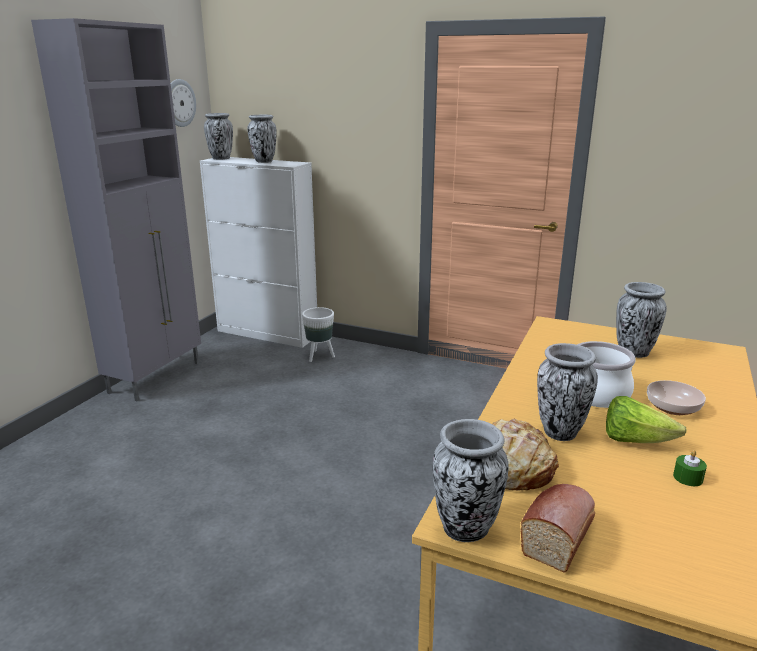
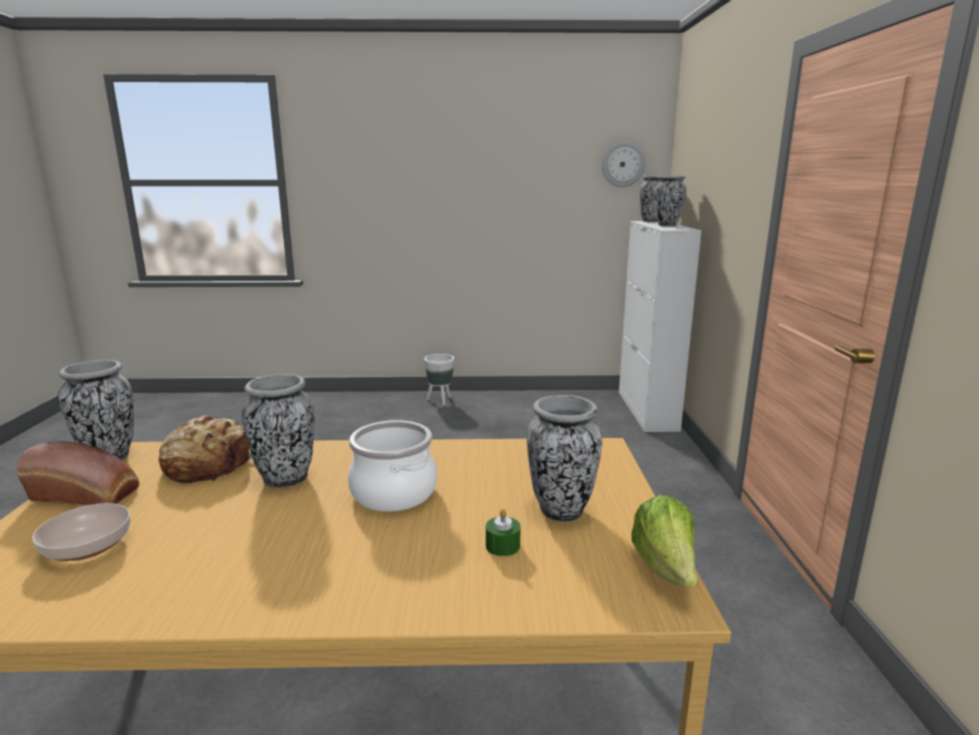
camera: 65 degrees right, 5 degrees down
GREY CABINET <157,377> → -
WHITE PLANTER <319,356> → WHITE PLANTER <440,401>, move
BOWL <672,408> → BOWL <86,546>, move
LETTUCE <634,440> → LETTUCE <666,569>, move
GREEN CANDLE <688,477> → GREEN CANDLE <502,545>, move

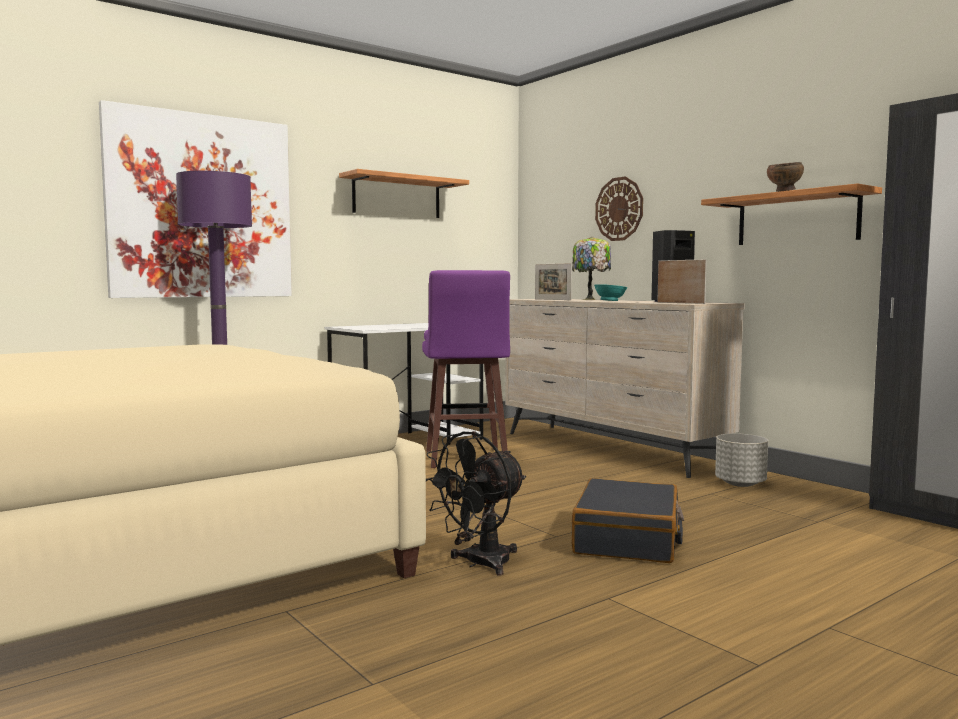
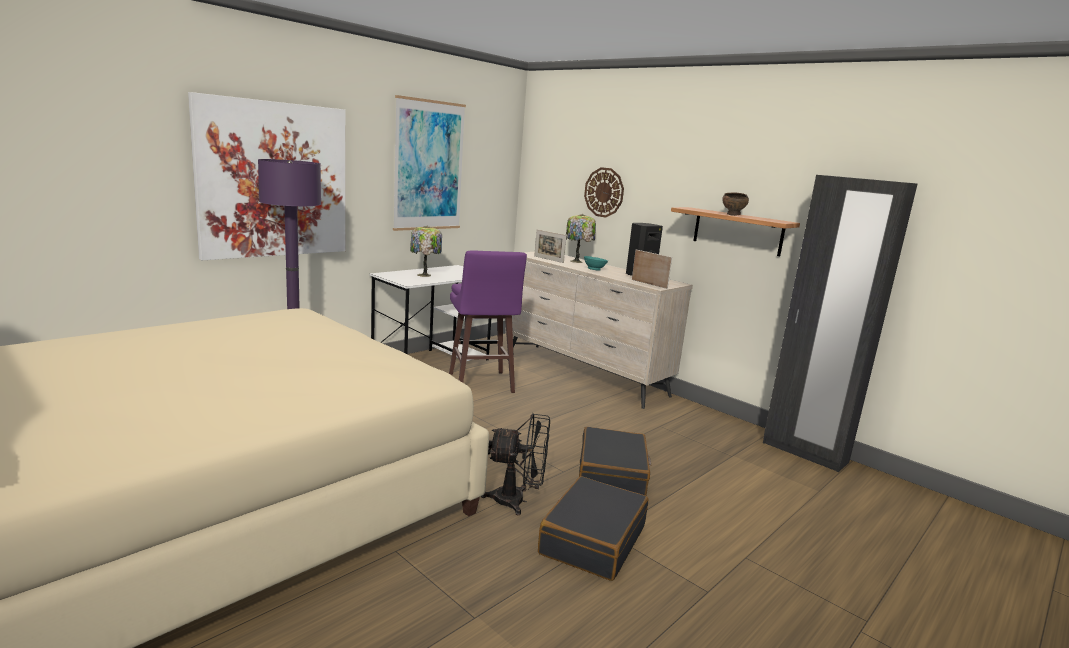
camera: 10 degrees left, 10 degrees up
SHELF <396,197> → PICTURE <428,166>
BLACK FAN <479,564> → BLACK FAN <517,501>, 120 degrees counterclockwise
GREY PLANTER <741,484> → -
- → TABLE LAMP <424,275>
- → BLACK SUITCASE <592,540>

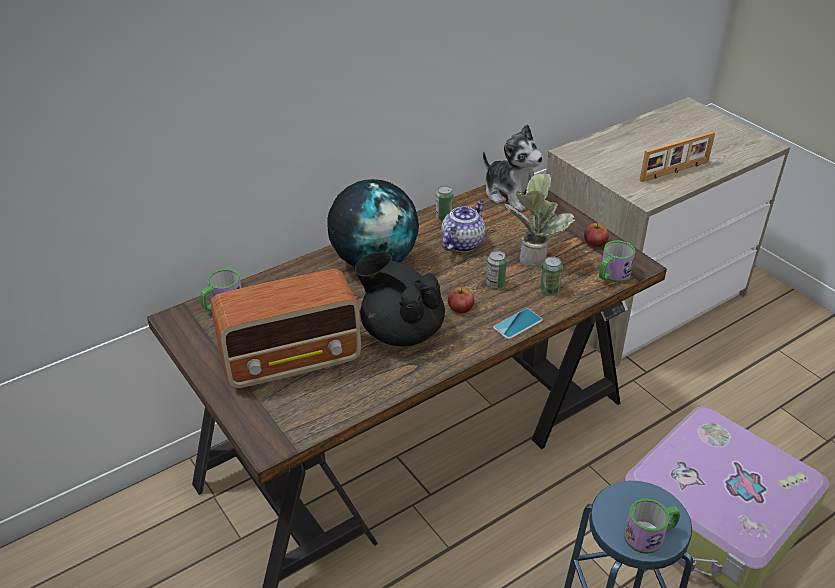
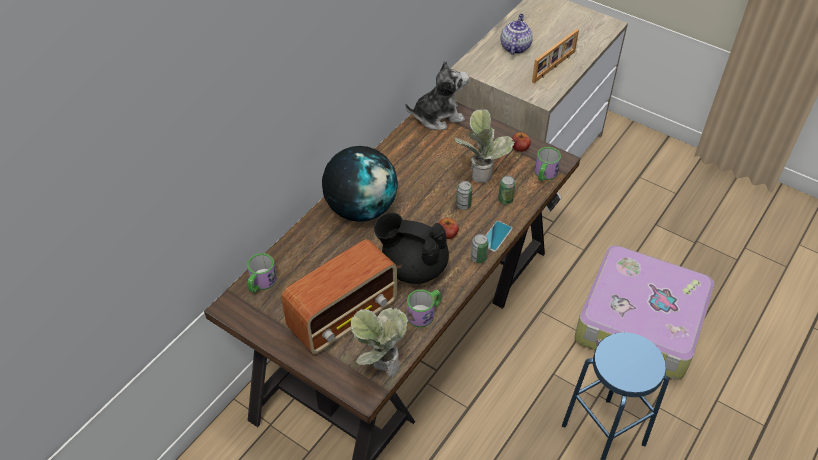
camera: 20 degrees left, 10 degrees up
PLUSH TOY <511,194> → PLUSH TOY <438,116>, 45 degrees counterclockwise
CAN <444,217> → CAN <478,258>, move
TEAPOT <462,243> → TEAPOT <515,47>, move
MUG <650,535> → MUG <424,313>, move
- → POTTED PLANT <379,365>

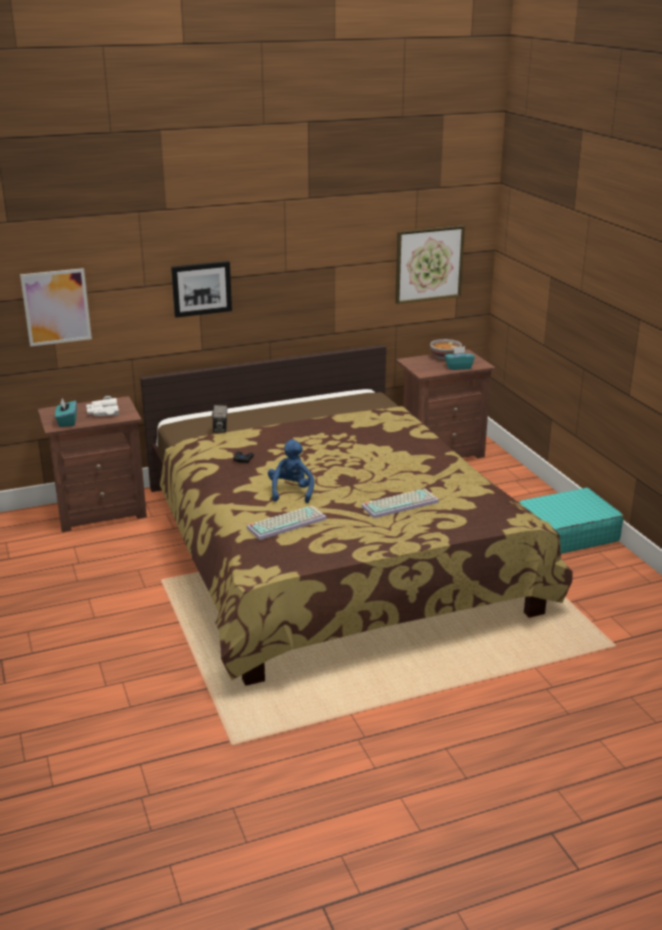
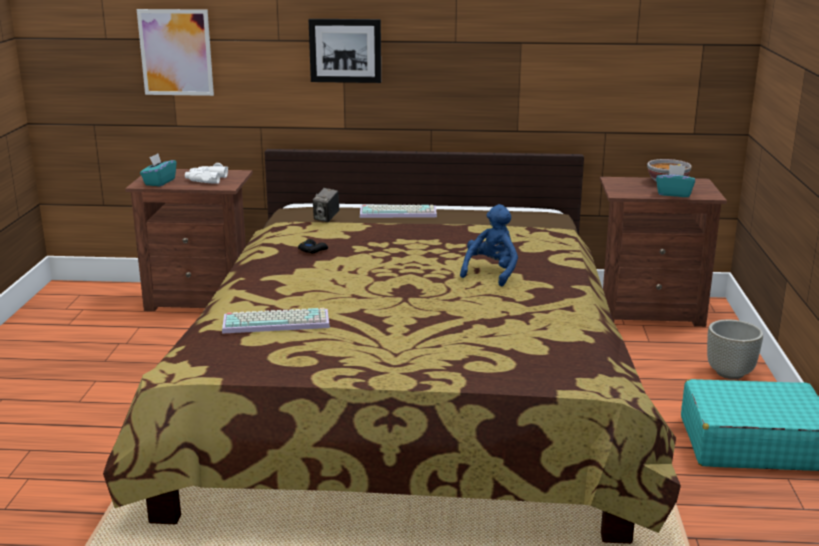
camera: 25 degrees right, 5 degrees down
PICTURE <428,264> → -
BLUE PLUSH TOY <291,492> → BLUE PLUSH TOY <491,272>, move
KEYBOARD <400,503> → KEYBOARD <399,212>, move
- → GREY PLANTER <729,373>

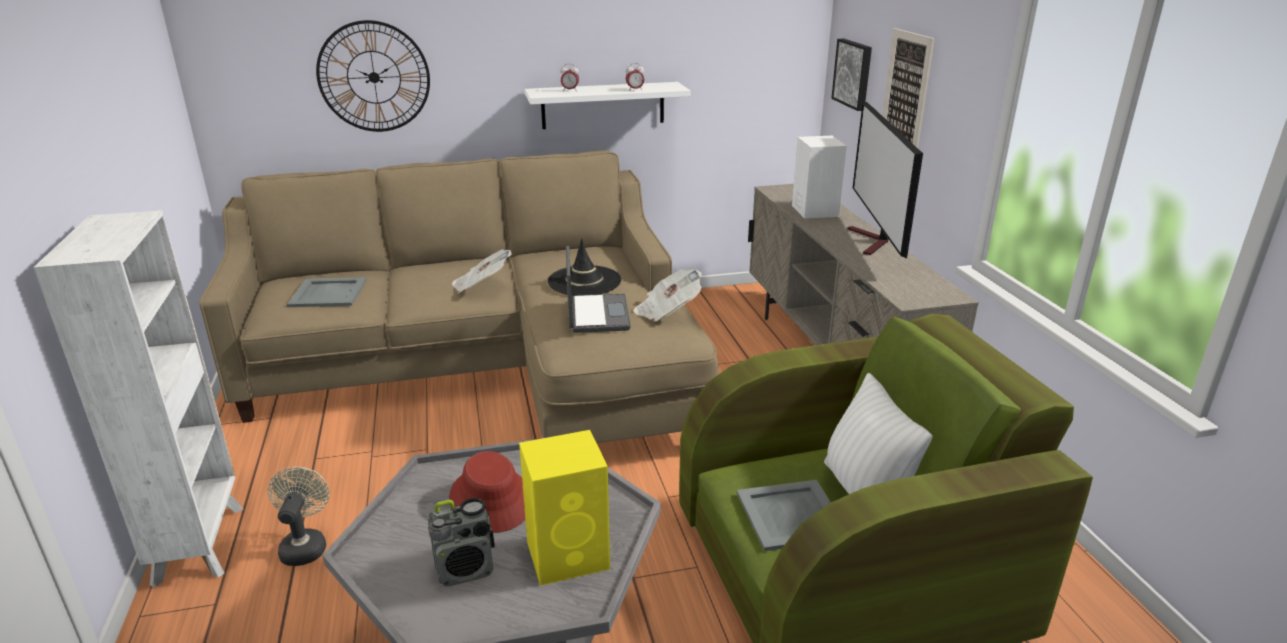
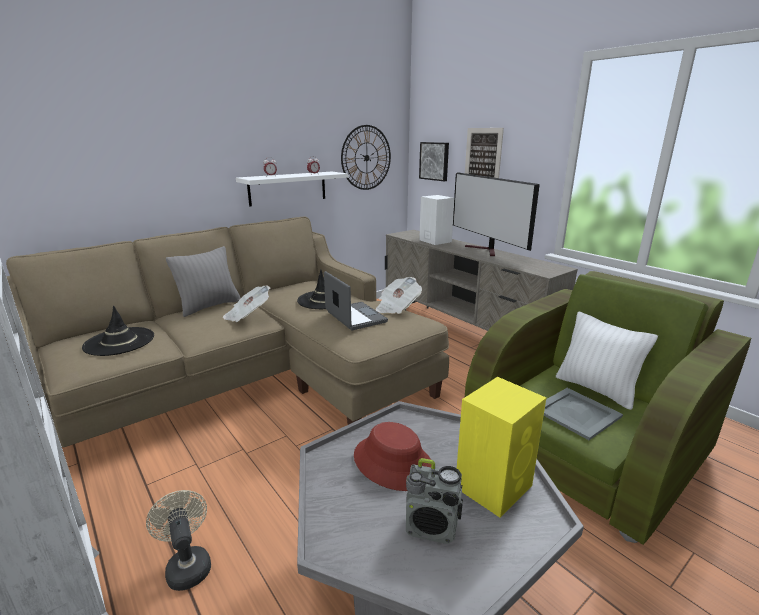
camera: 25 degrees left, 5 degrees down
WALL CLOCK <374,77> → WALL CLOCK <366,158>, move
GREY TRAY <329,293> → BLACK HAT <119,341>
RADIO <466,570> → RADIO <432,527>, 60 degrees clockwise
- → GREY PILLOW <209,306>

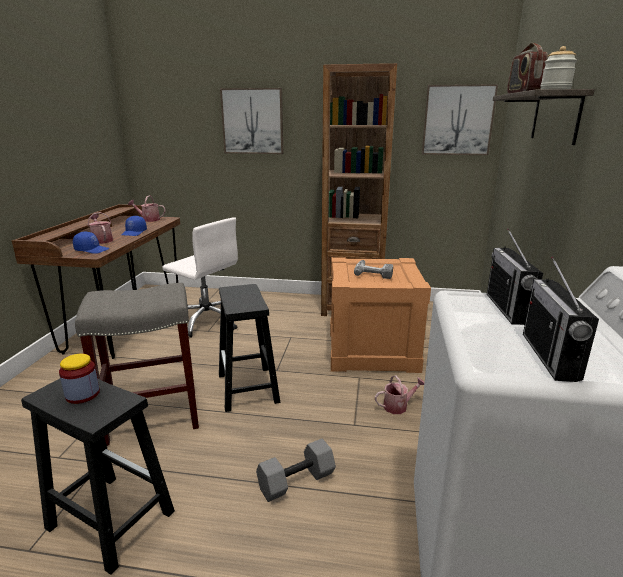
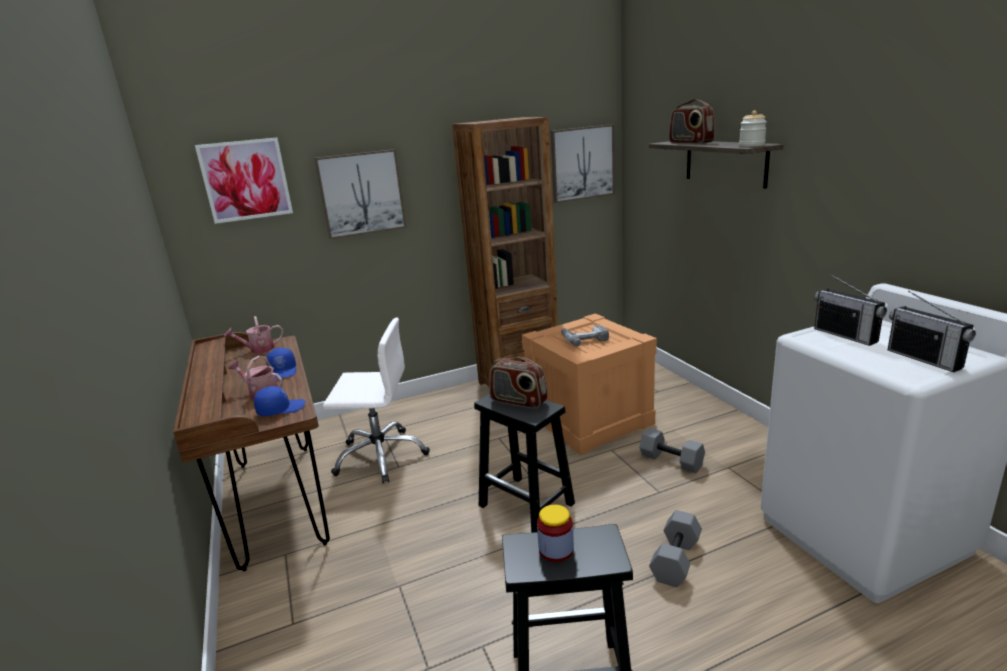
camera: 30 degrees left, 0 degrees up
GREY STOOL <151,417> → -
WATERING CAN <398,406> → GREY DUMBBELL <672,460>
- → PICTURE <246,180>
- → RADIO <518,401>

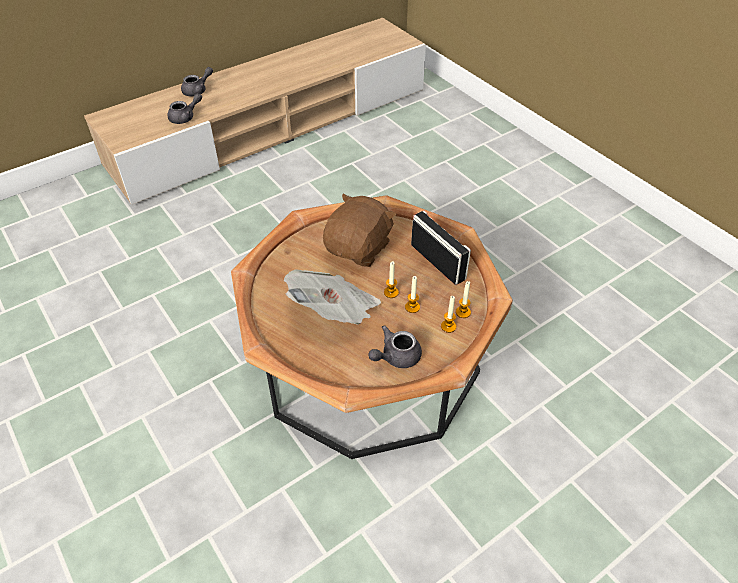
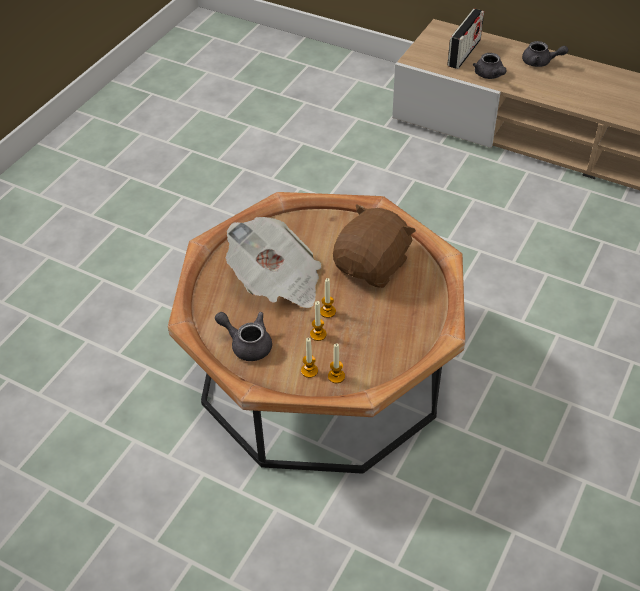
camera: 65 degrees right, 0 degrees up
GREY TEAPOT <185,117> → GREY TEAPOT <489,75>, 45 degrees clockwise
BROWN PLUSH TOY <359,248> → BROWN PLUSH TOY <372,266>, 60 degrees counterclockwise
RADIO <438,261> → RADIO <464,53>, move

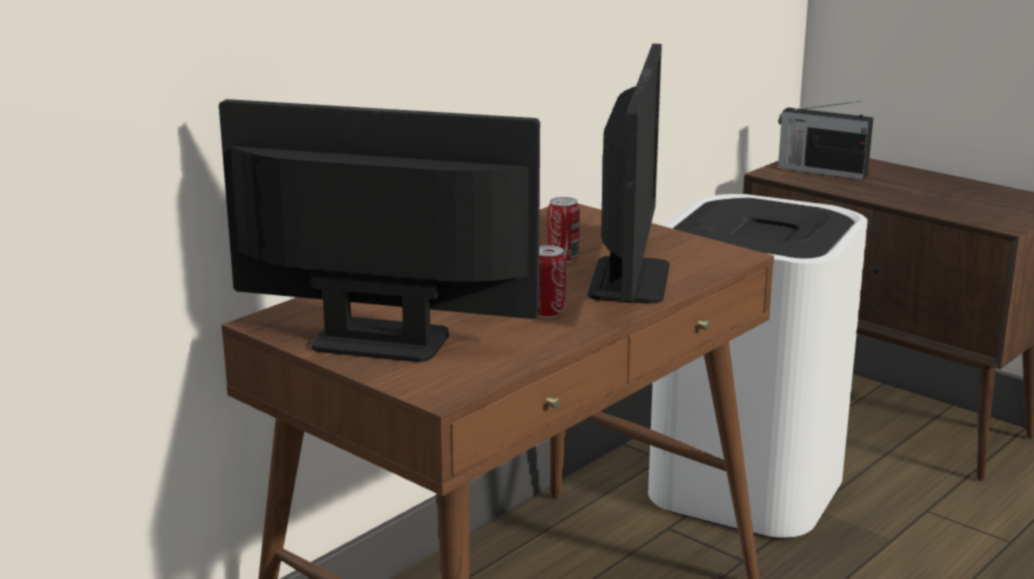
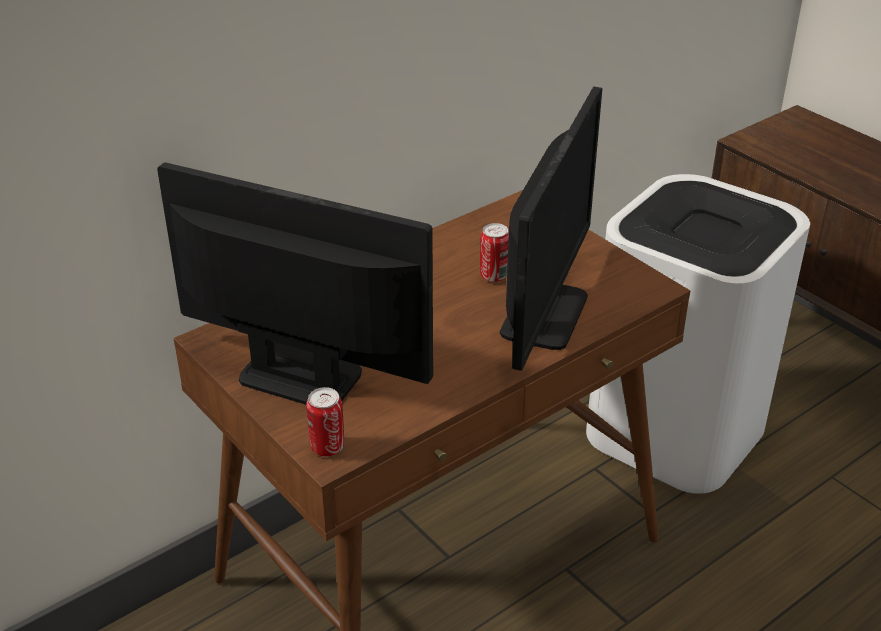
camera: 10 degrees right, 15 degrees up
RADIO <820,171> → -
CAN <547,313> → CAN <327,447>, move

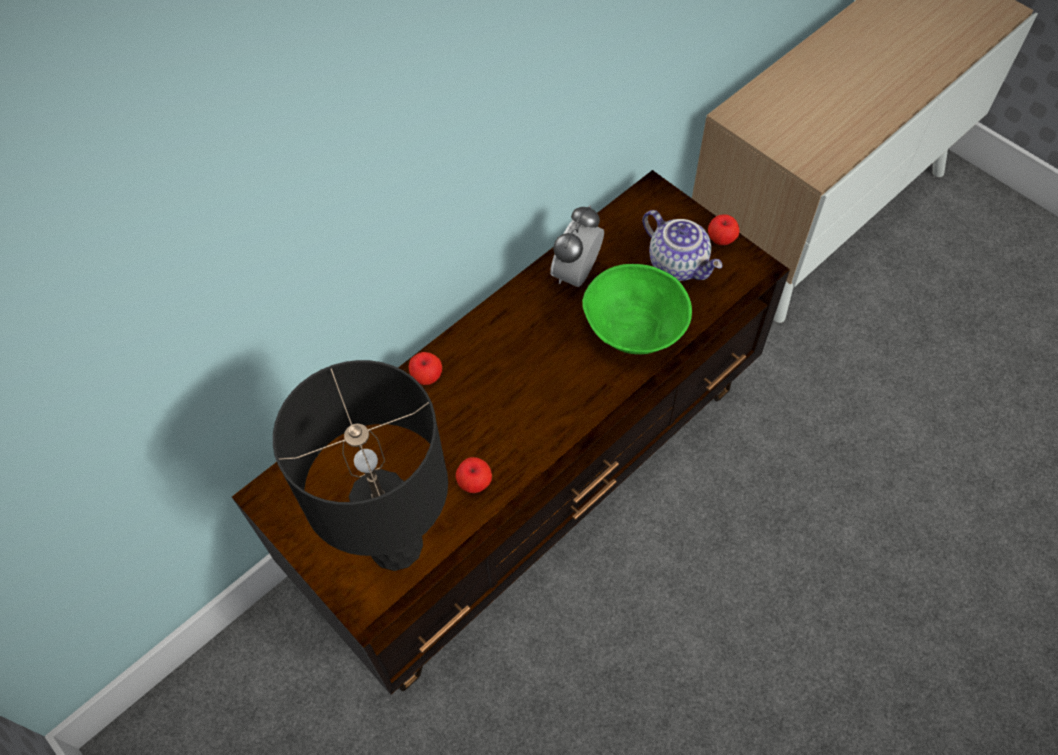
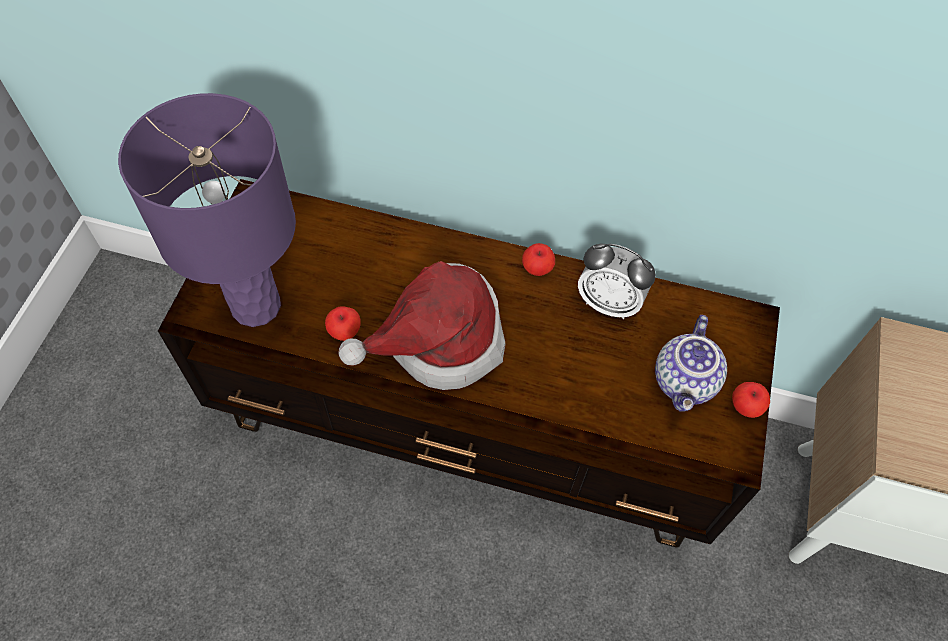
camera: 55 degrees right, 0 degrees up
ALARM CLOCK <576,274> → ALARM CLOCK <608,302>, 150 degrees counterclockwise
GREEN BOWL <633,330> → -
APPLE <427,376> → APPLE <537,268>, move
BLACK TABLE LAMP <395,546> → PURPLE TABLE LAMP <255,305>
- → HAT <438,341>

